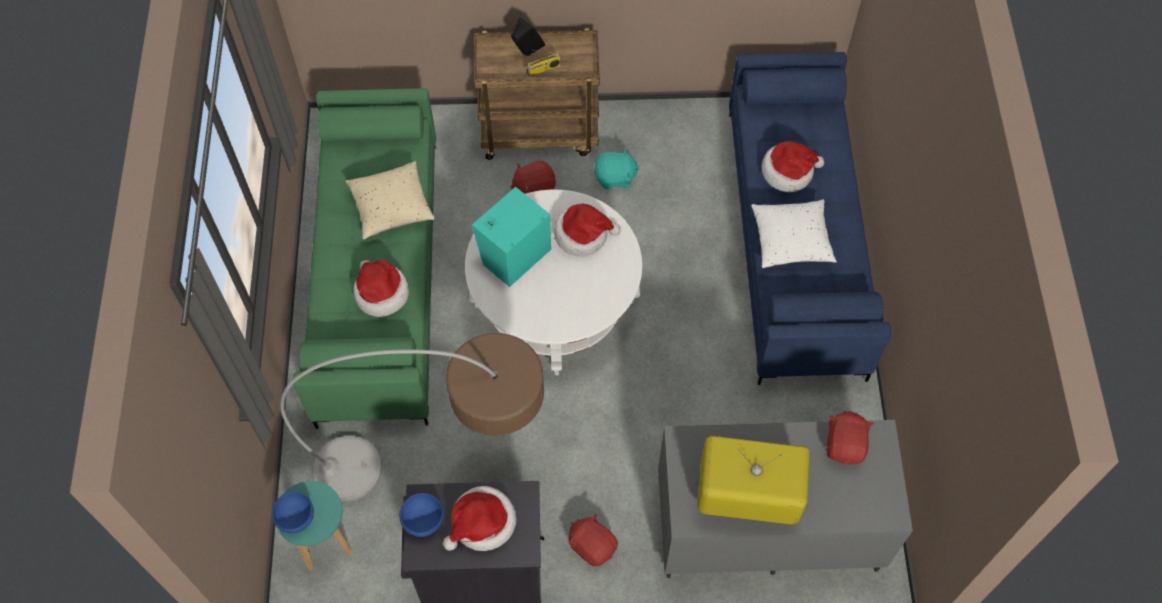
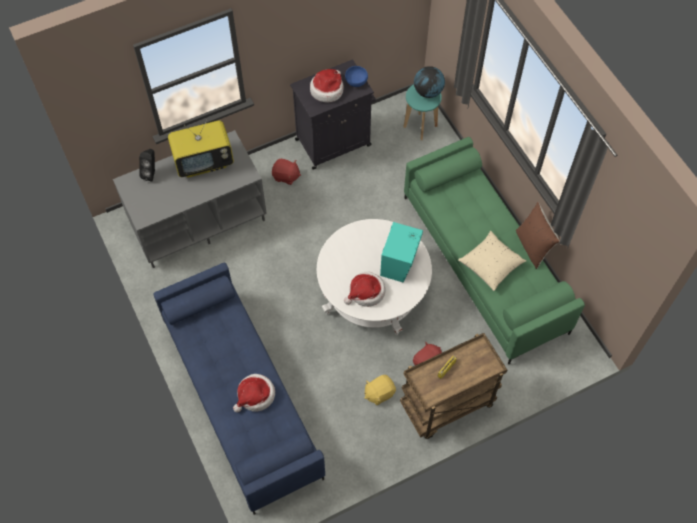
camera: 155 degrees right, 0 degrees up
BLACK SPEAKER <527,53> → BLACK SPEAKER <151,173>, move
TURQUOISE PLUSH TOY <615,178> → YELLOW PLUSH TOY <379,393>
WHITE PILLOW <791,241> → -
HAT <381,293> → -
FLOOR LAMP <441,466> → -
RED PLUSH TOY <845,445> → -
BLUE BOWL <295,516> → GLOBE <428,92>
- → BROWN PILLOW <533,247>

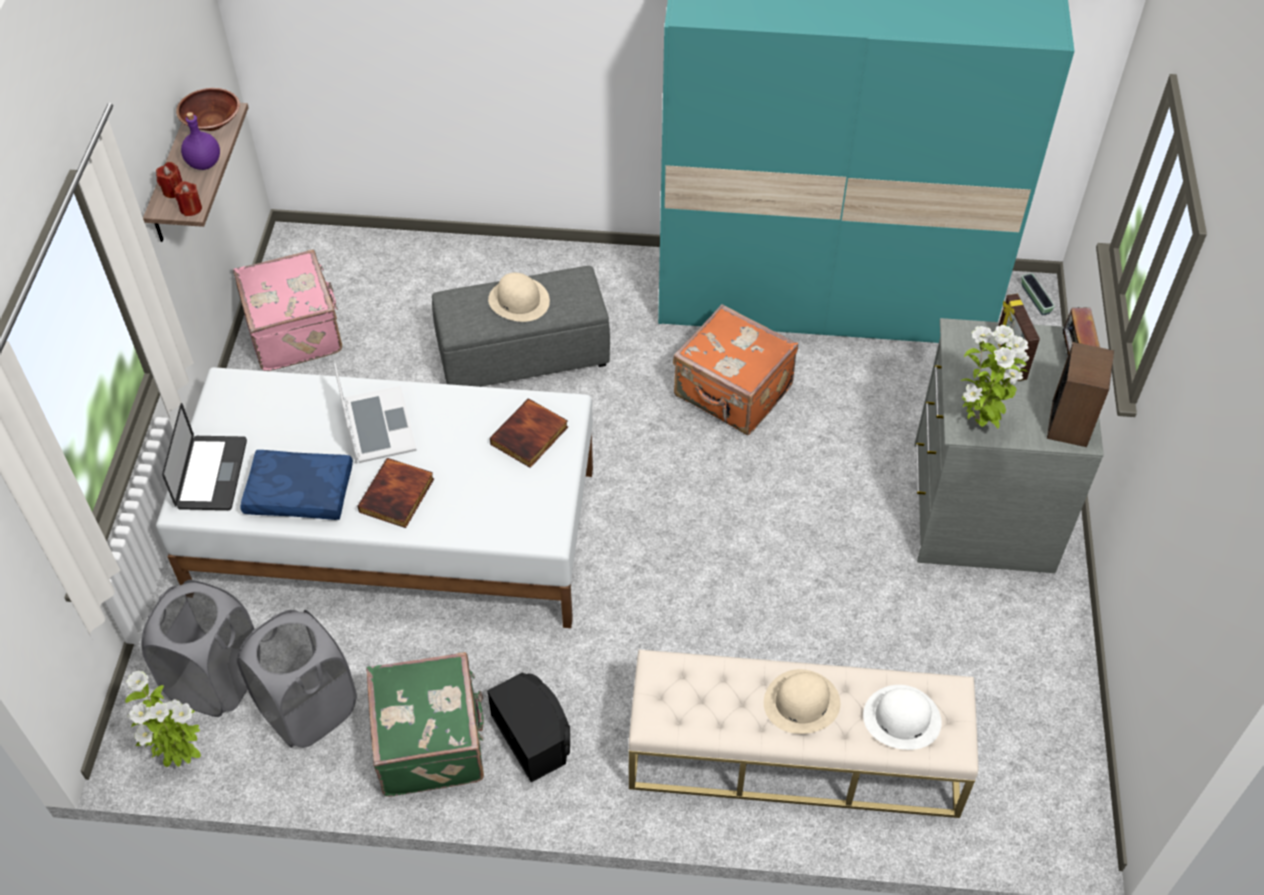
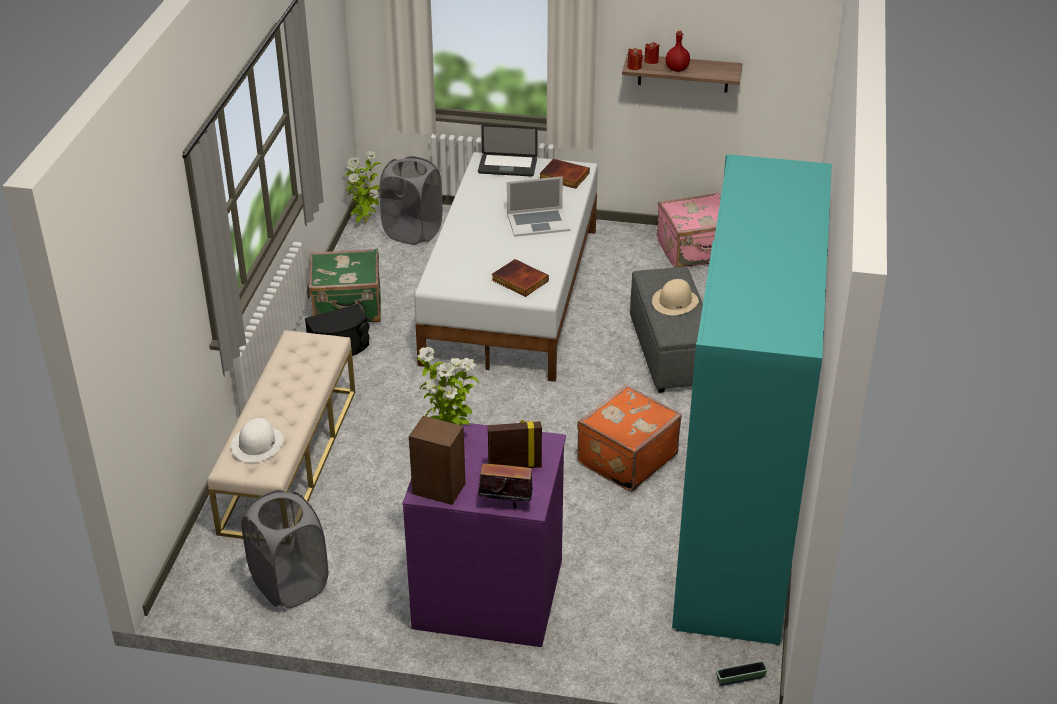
camera: 95 degrees right, 15 degrees down
BROWN BOWL <211,123> → -
PURPLE BOTTLE <203,164> → RED BOTTLE <676,69>
GREY DRESSER <979,506> → PURPLE DRESSER <489,592>
BLUE PILLOW <298,494> → -
BOOK <398,496> → BOOK <563,176>, move
GREY LAUNDRY BASKET <308,709> → GREY LAUNDRY BASKET <290,584>, move
BEIGE HAT <801,703> → -

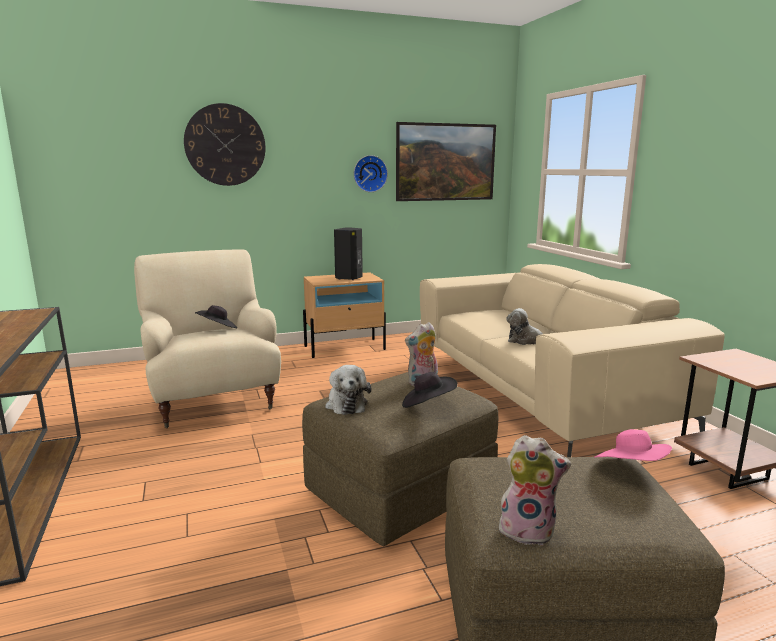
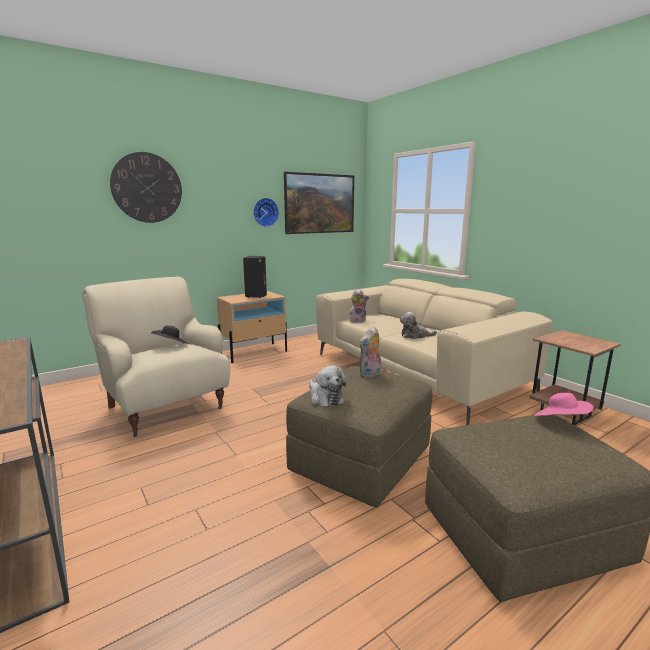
camera: 15 degrees left, 0 degrees up
BLACK HAT <427,405> → -
PLUSH TOY <528,530> → PLUSH TOY <358,321>, move

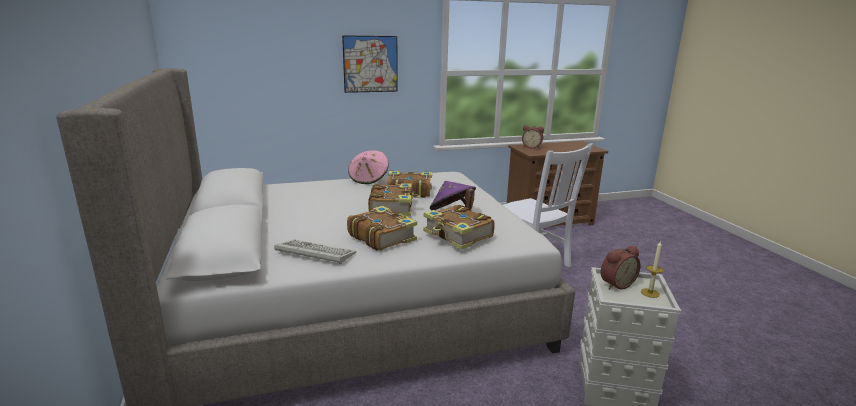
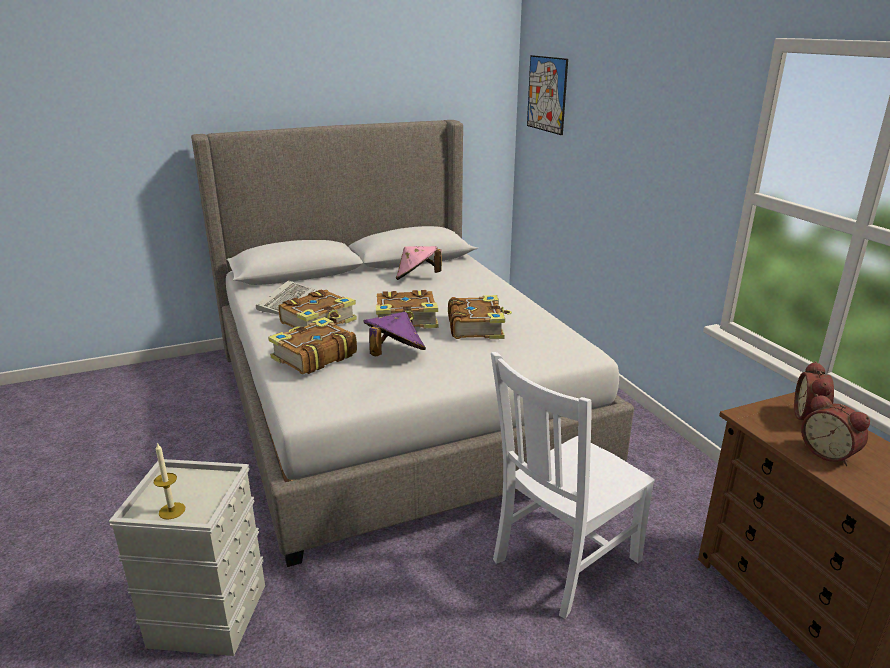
camera: 85 degrees right, 5 degrees up
PICTURE <370,64> → PICTURE <547,94>, move
PINK HAT <369,179> → PINK HAT <417,278>, move
ALARM CLOCK <615,284> → ALARM CLOCK <829,453>, move

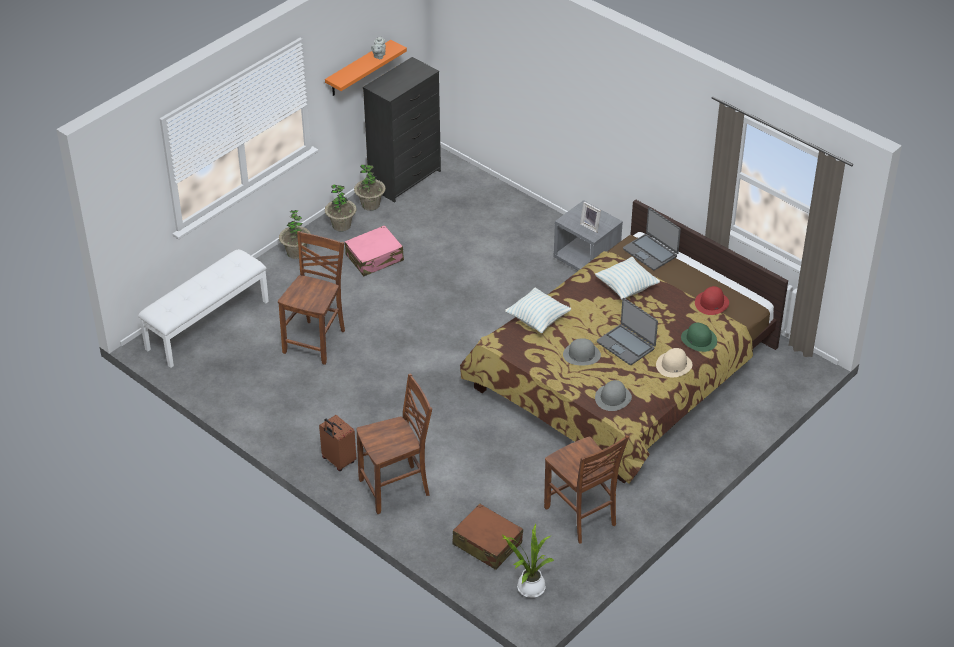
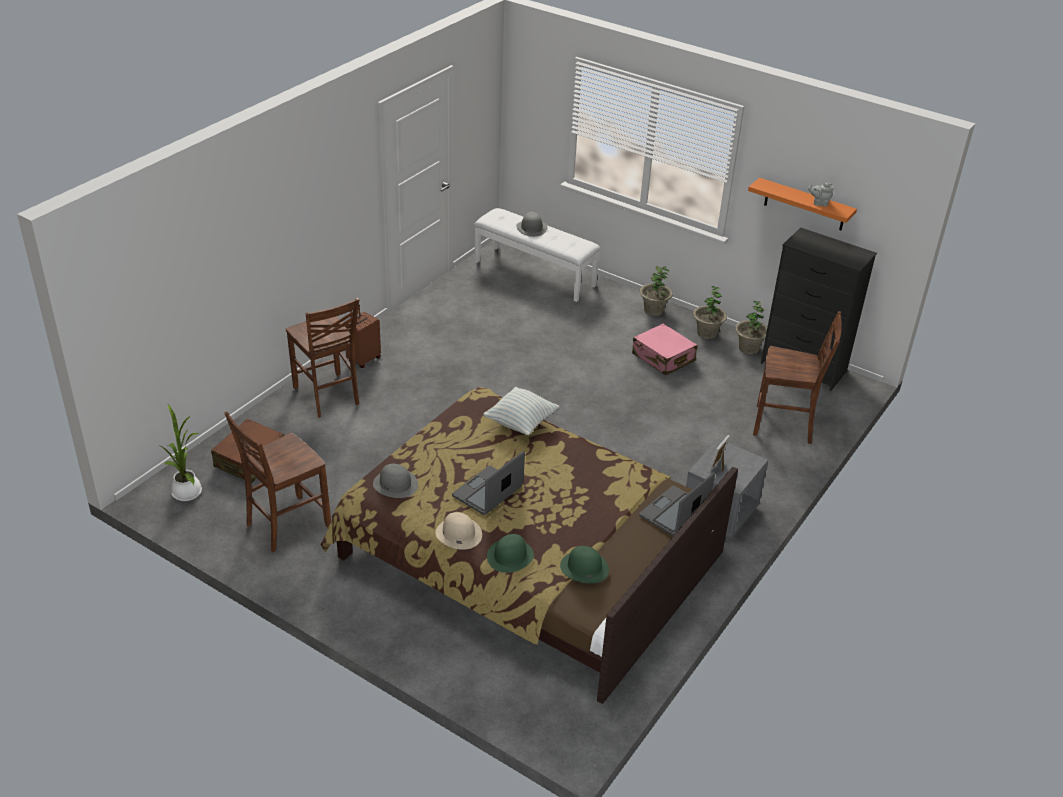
camera: 80 degrees right, 5 degrees down
BROWN CHAIR <316,341> → BROWN CHAIR <785,426>, move
PILLOW <626,288> → -
RED HAT <711,303> → GREEN HAT <584,567>
GREY HAT <581,354> → GREY HAT <531,228>, move

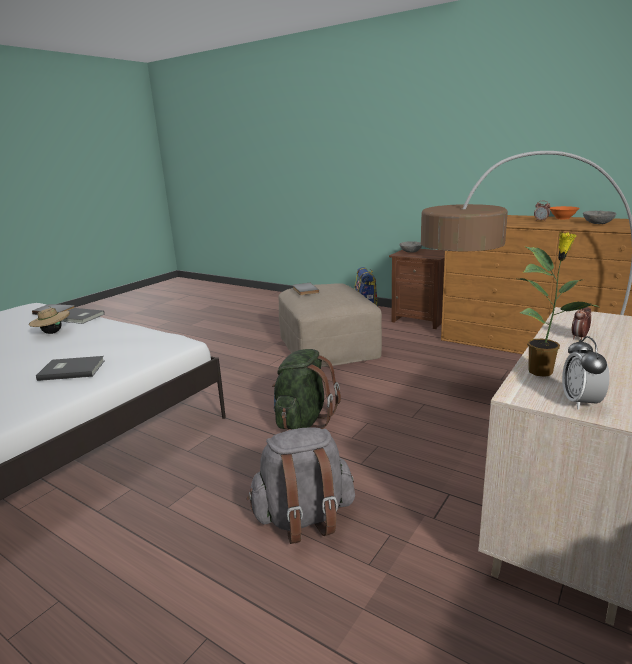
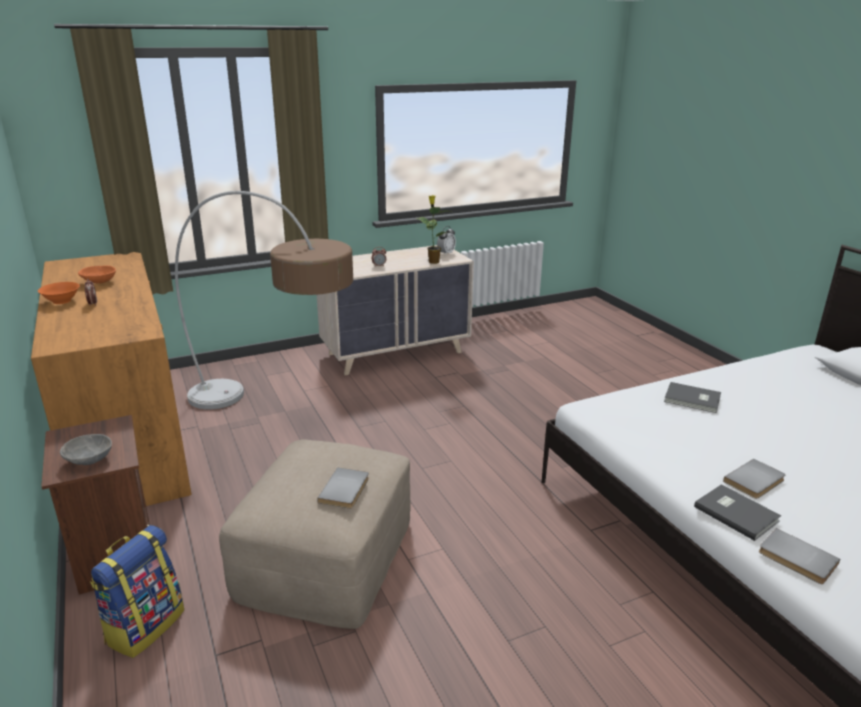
camera: 150 degrees left, 5 degrees up
GREY BOWL <597,223> → ORANGE BOWL <99,282>
BEIGE HAT <52,332> → GREY BOOK <756,481>
GREEN BACKPACK <303,420> → -
GREY BACKPACK <304,518> → -

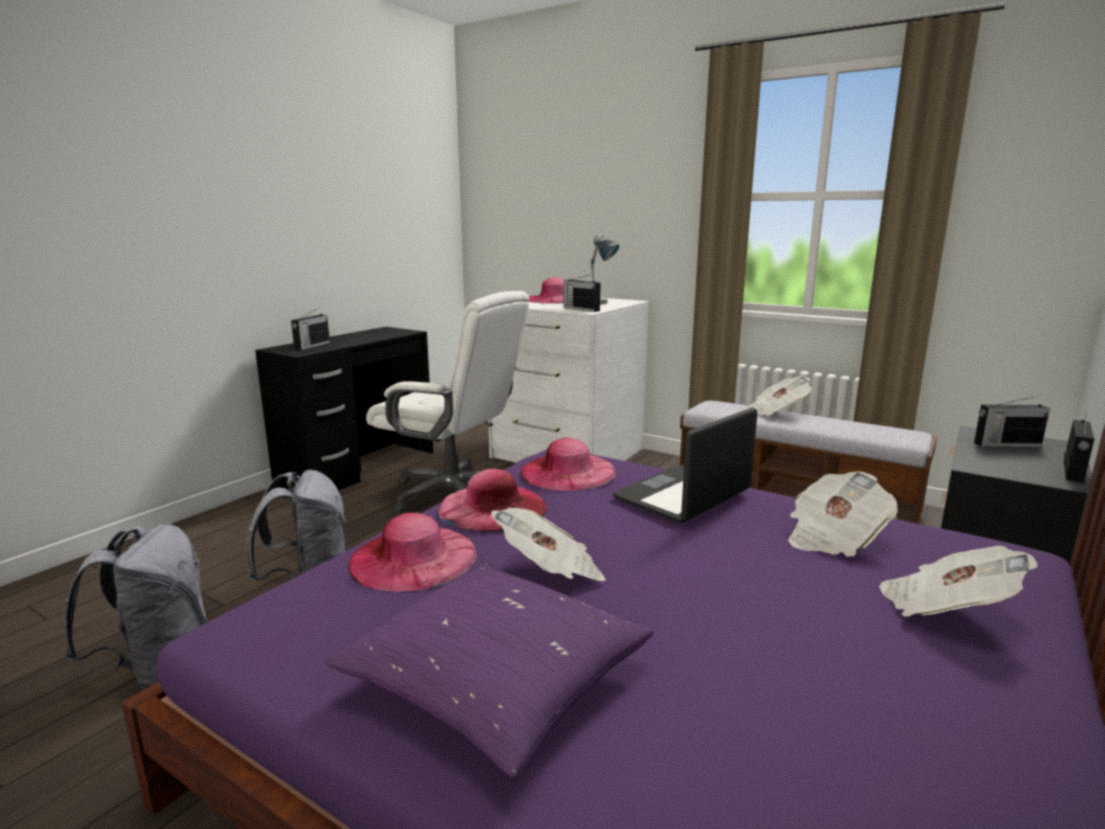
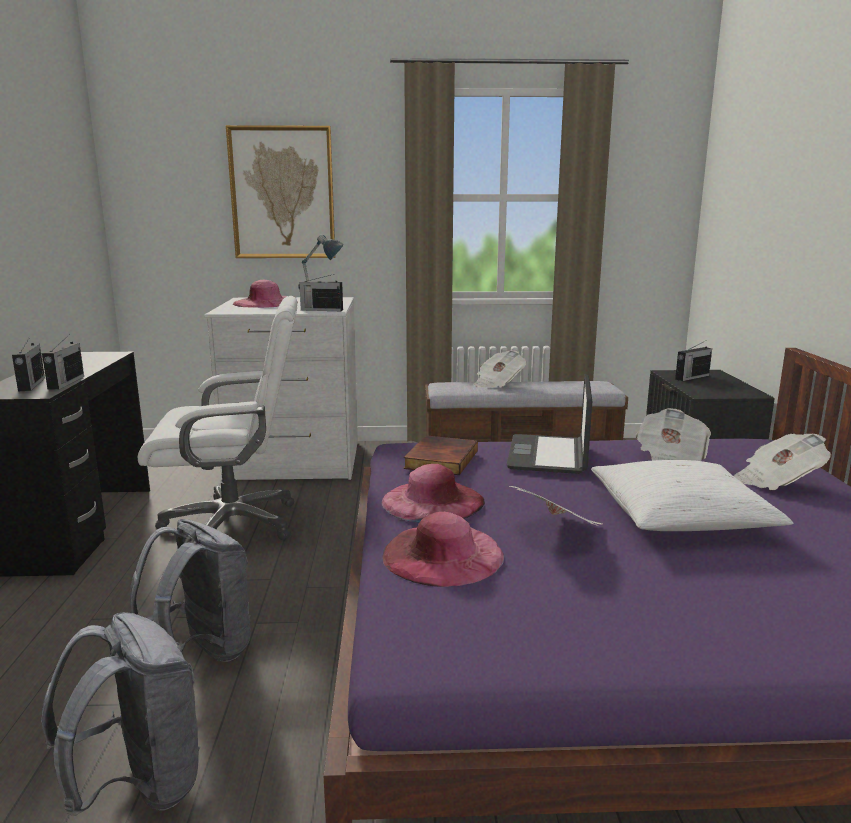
camera: 35 degrees left, 0 degrees up
RADIO <1072,471> → RADIO <65,383>, move
PINK HAT <568,472> → BOOK <440,459>
PURPLE PILLOW <497,680> → -
- → PICTURE <282,193>
- → WHITE PILLOW <680,517>

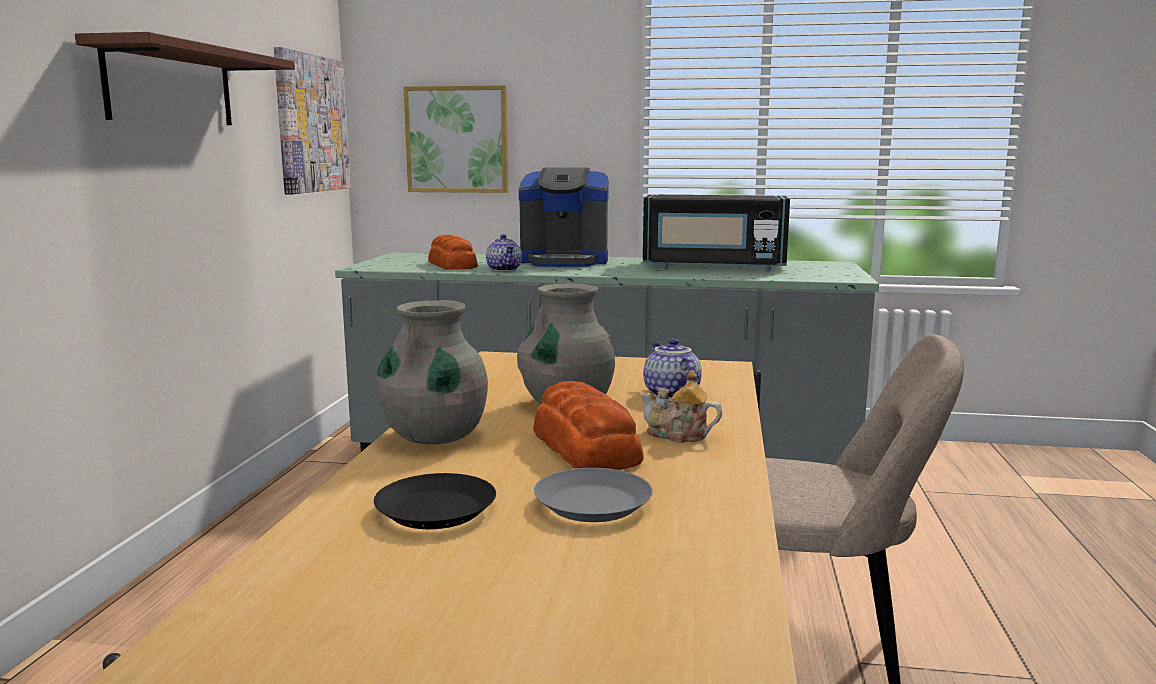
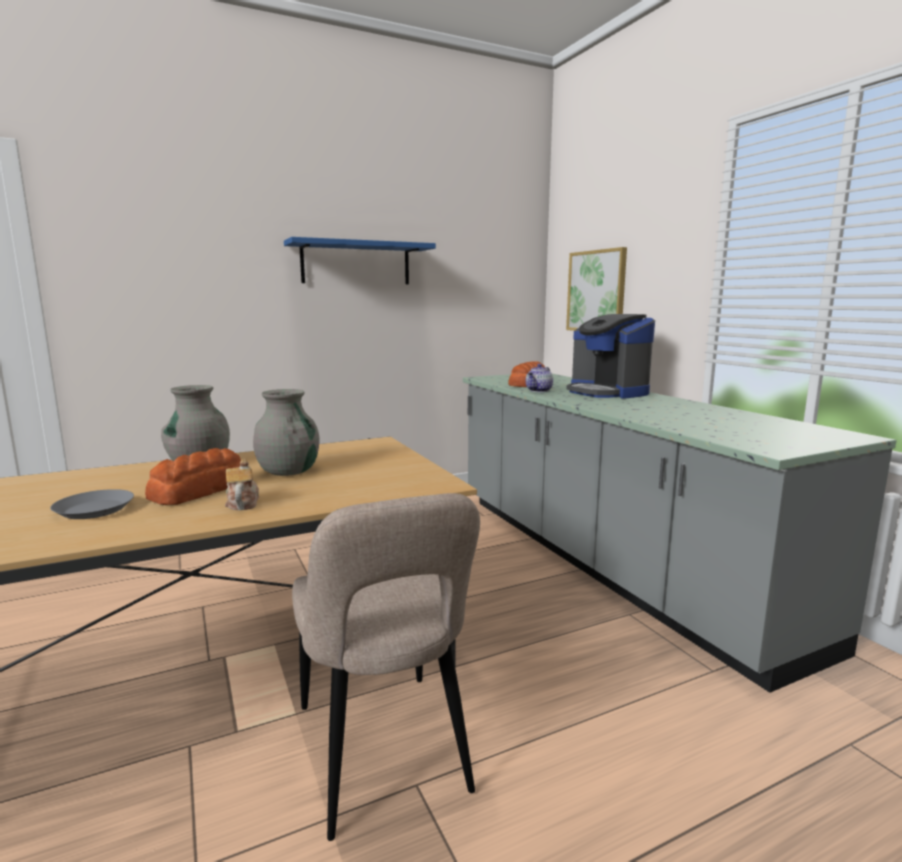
camera: 55 degrees right, 0 degrees up
BROWN SHELF <171,86> → BLUE SHELF <356,263>
PICTURE <311,123> → -
BLACK MICROWAVE <713,267> → -
TEAPOT <670,394> → -
BLACK PLATE <436,510> → -

